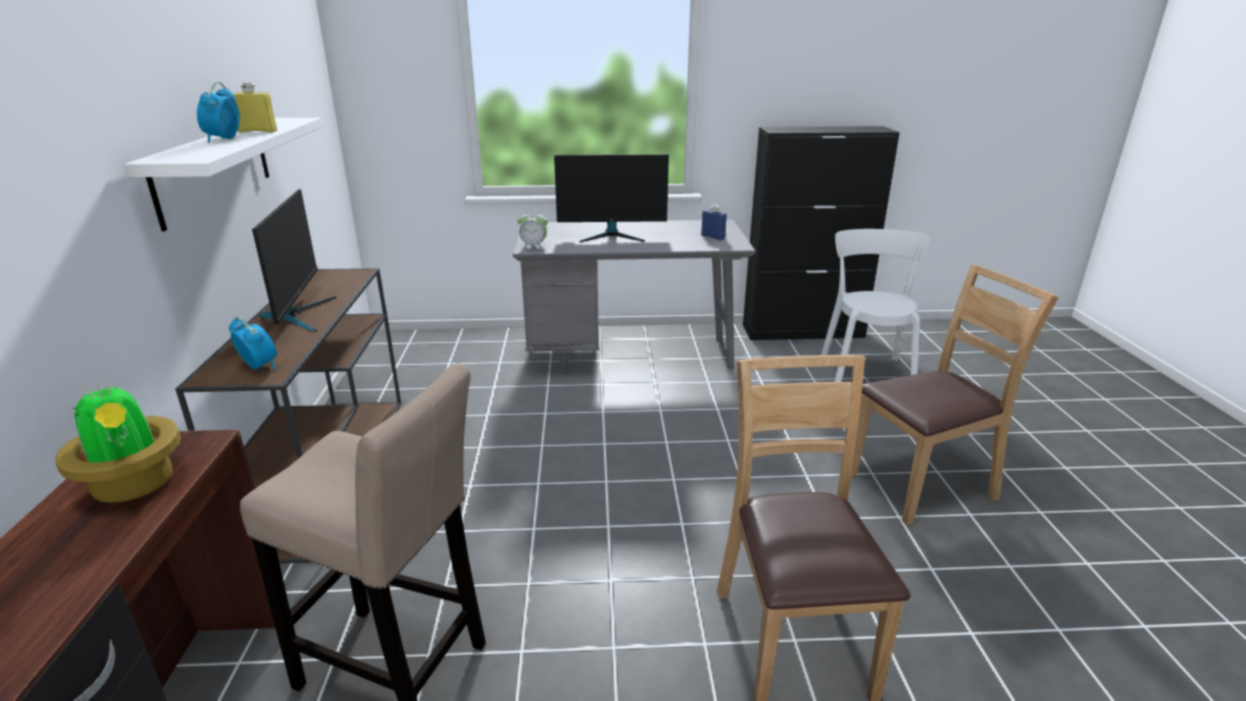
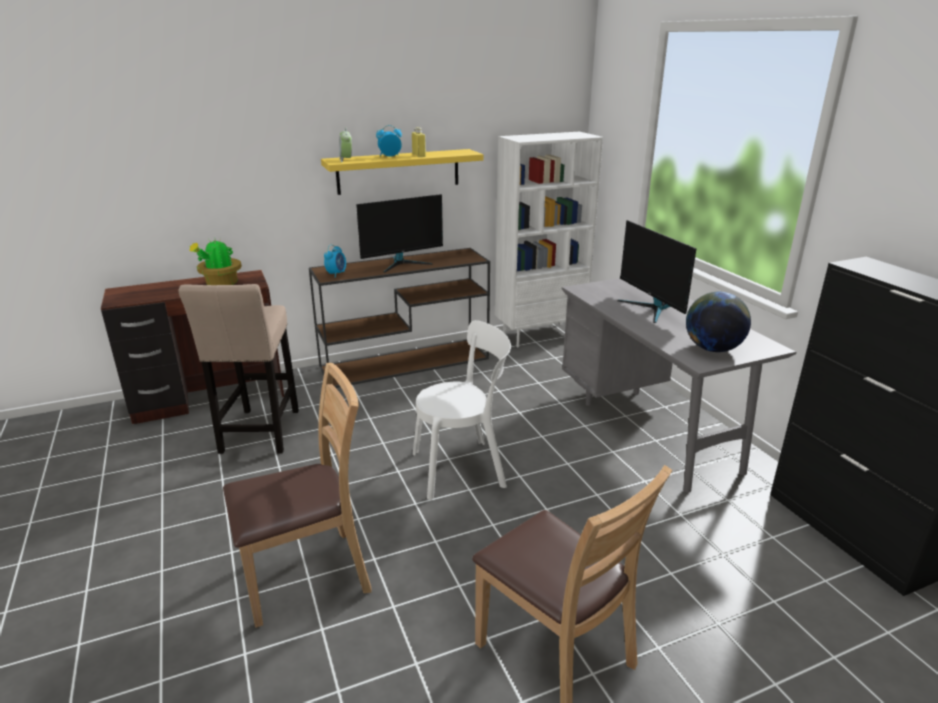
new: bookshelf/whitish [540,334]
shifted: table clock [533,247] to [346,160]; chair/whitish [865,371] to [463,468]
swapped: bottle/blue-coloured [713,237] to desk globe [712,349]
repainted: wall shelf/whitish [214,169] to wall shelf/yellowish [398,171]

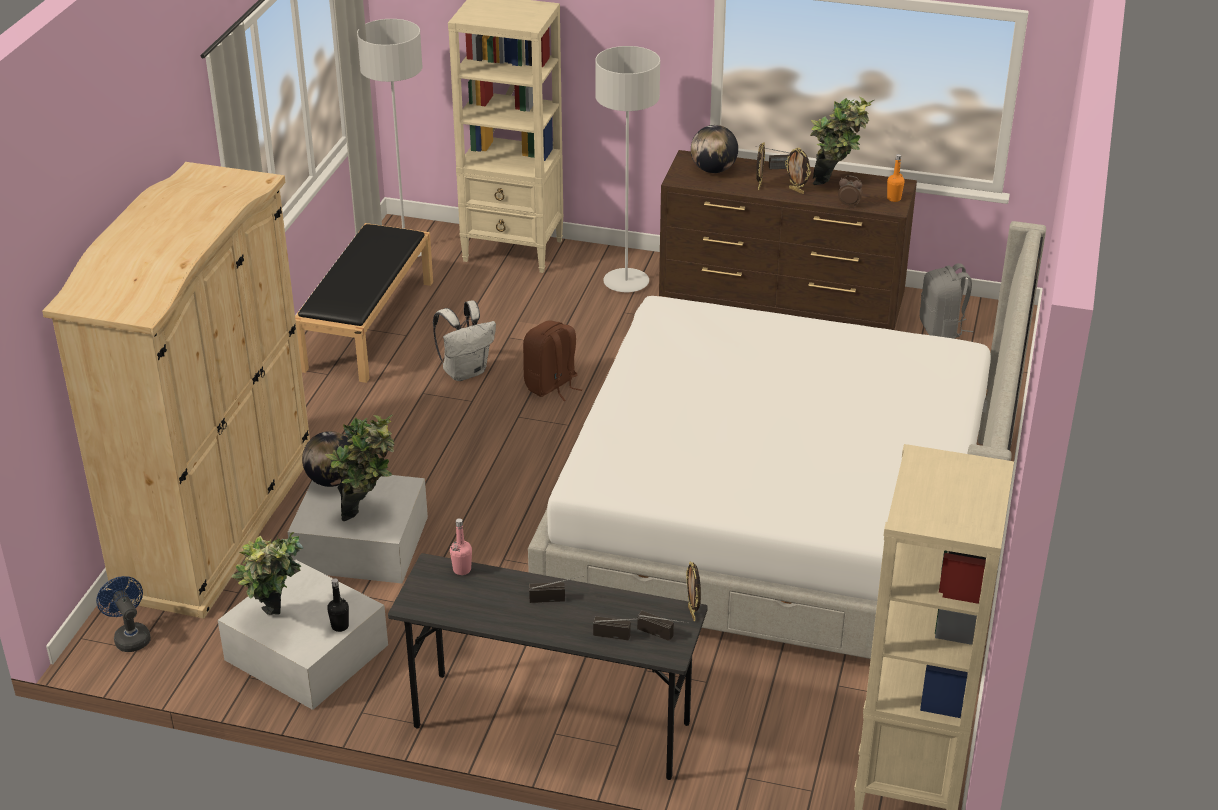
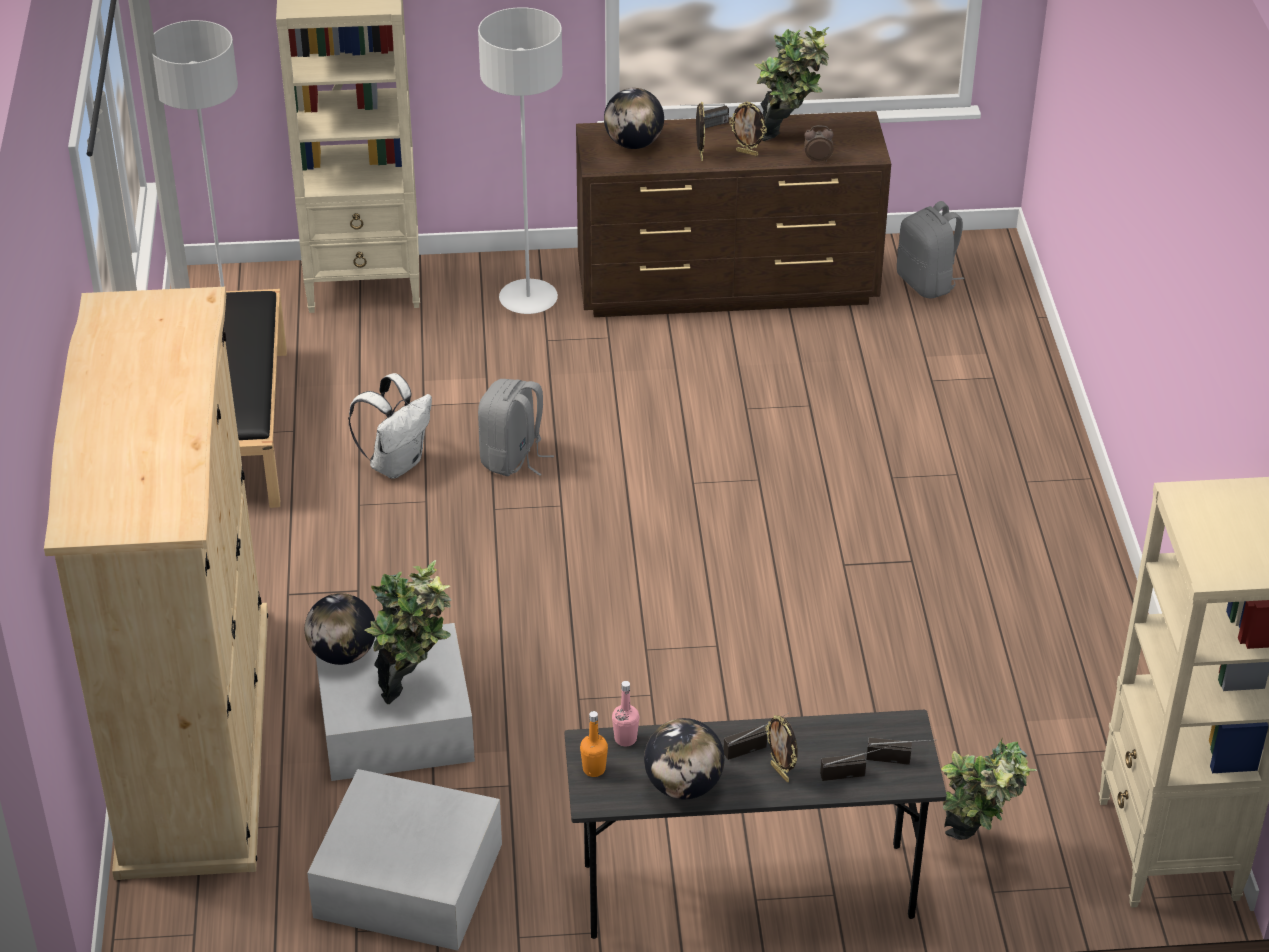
gone: cooling fan/blue-coloured [130,636]; bottle/blackish [340,626]; bedroom bed [784,523]
new: desk globe [683,786]
shifted: houseplant [275,625] to [976,850]; picture frame [692,613] to [780,772]; bottle/orangey [894,198] to [594,769]
repainted: backpack/brown [551,386] to backpack/gray [513,459]

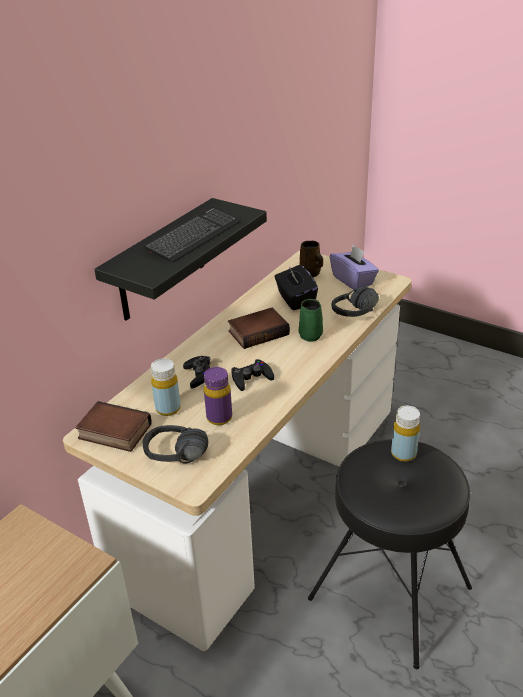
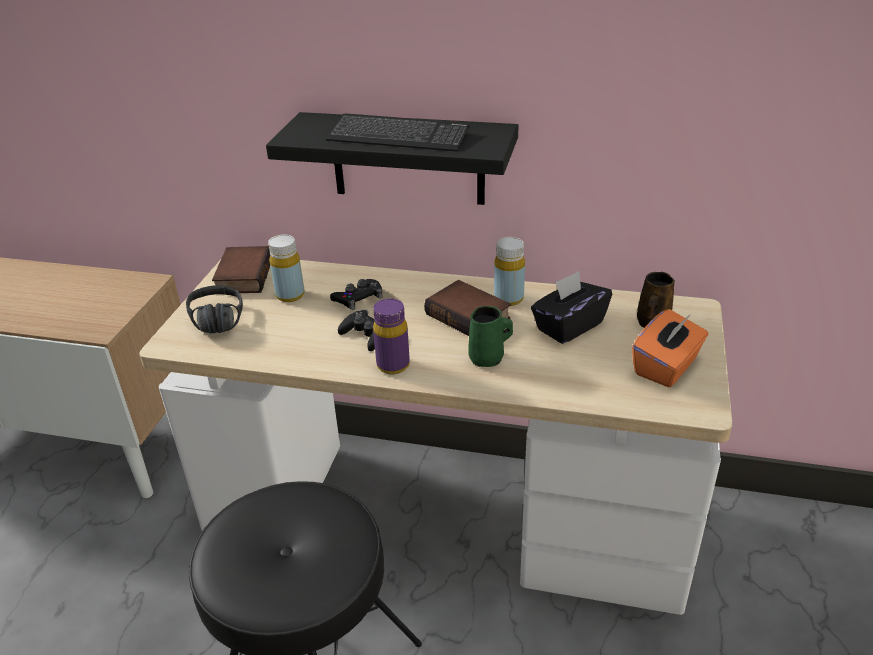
gone: pair of headphones/blackish [361,315]
shifted: bottle/purple [219,418] to [393,365]; bottle/yellowish [403,454] to [508,299]
repainted: tissue holder/purple [353,280] to tissue holder/orangey [666,367]

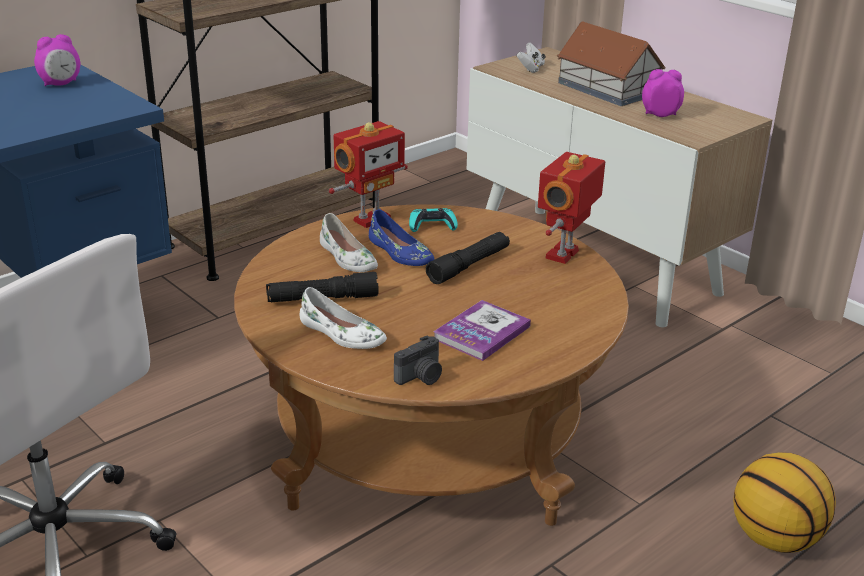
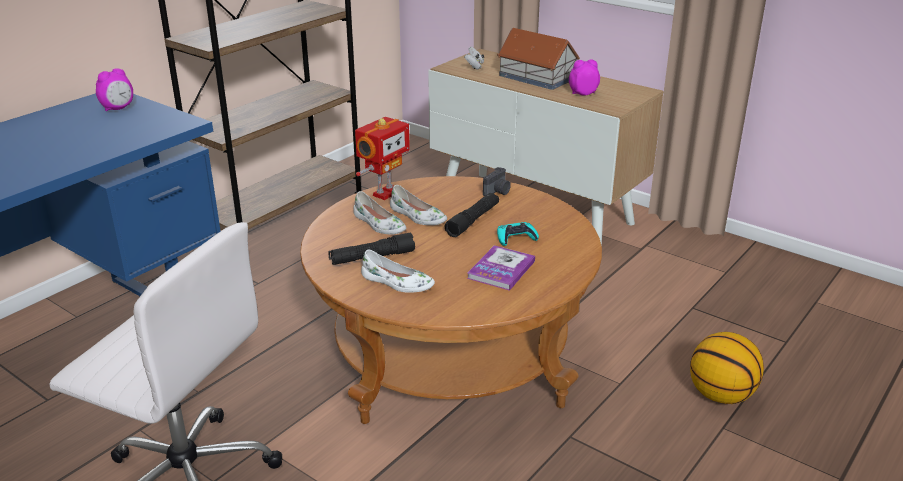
gone: model robot [564,255]
shifted: still camera [421,377] to [497,192]; gamepad/turquoise [432,225] to [516,238]
repainted: low shoe/blue-coloured [399,253] to low shoe/whitish [417,216]

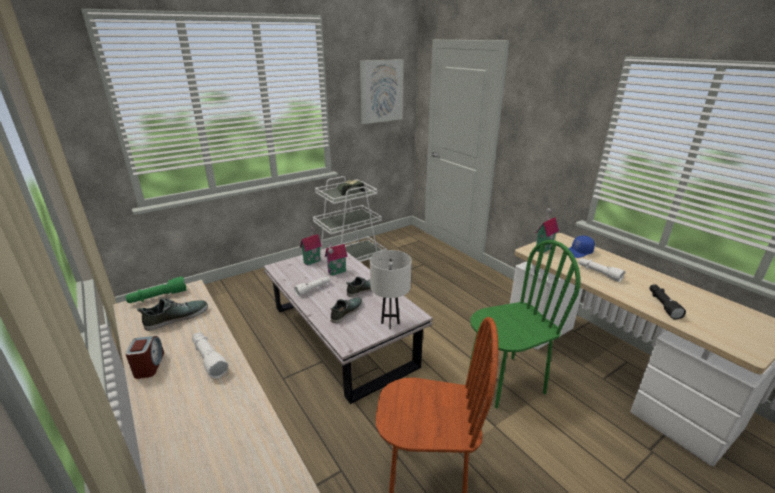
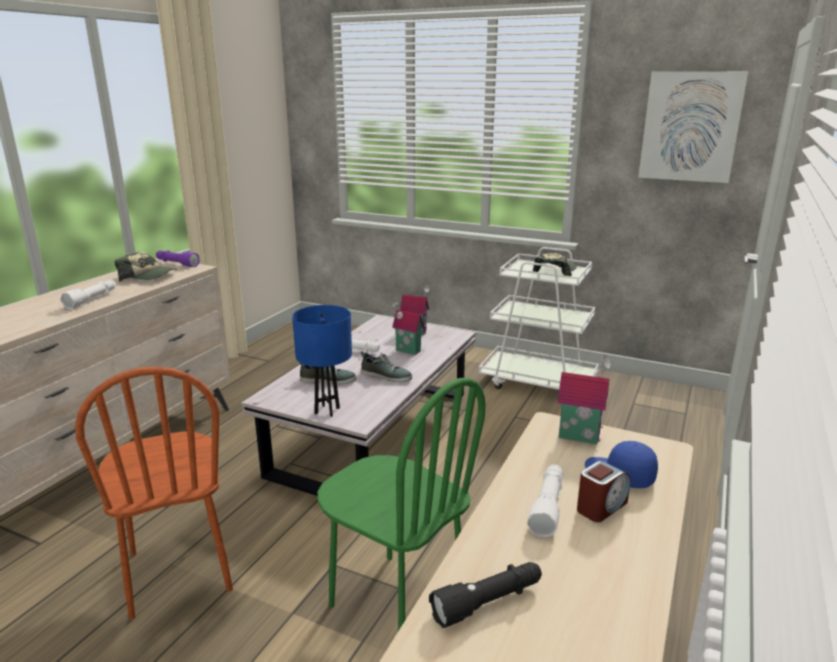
shifted: table clock [149,365] to [601,507]
swapped: low shoe [176,317] to cap [148,276]
repainted: hand torch/greenish [158,297] to hand torch/purple [177,264]; tabletop lamp/whitish [390,323] to tabletop lamp/blue-coloured [327,411]

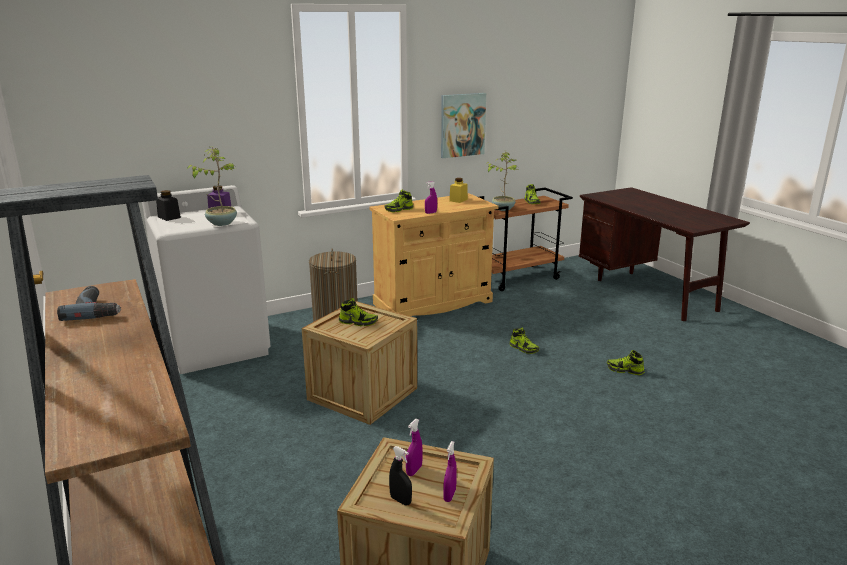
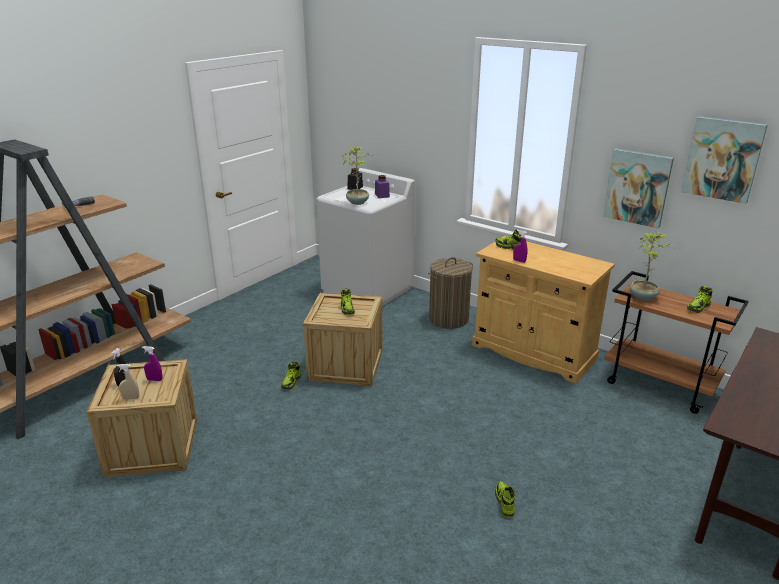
gone: jar/yellowish [458,200]
new: picture [722,159]
shifted: low shoe [524,348] to [291,382]
repainted: spray bottle/purple [449,495] to spray bottle/sand-coloured [131,398]

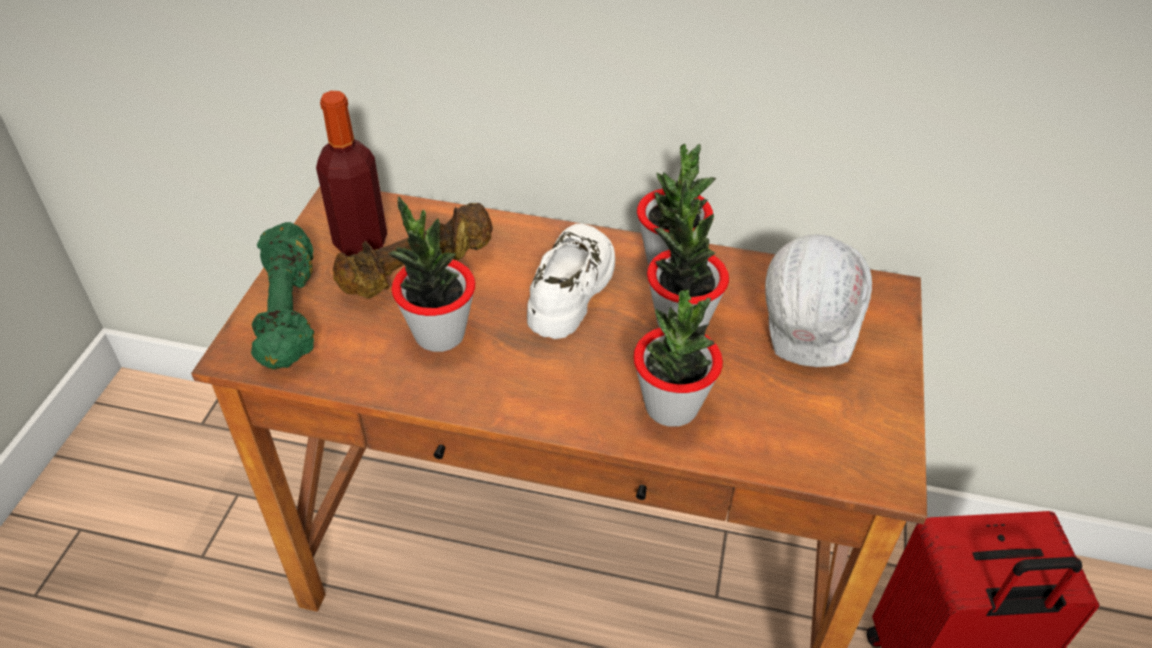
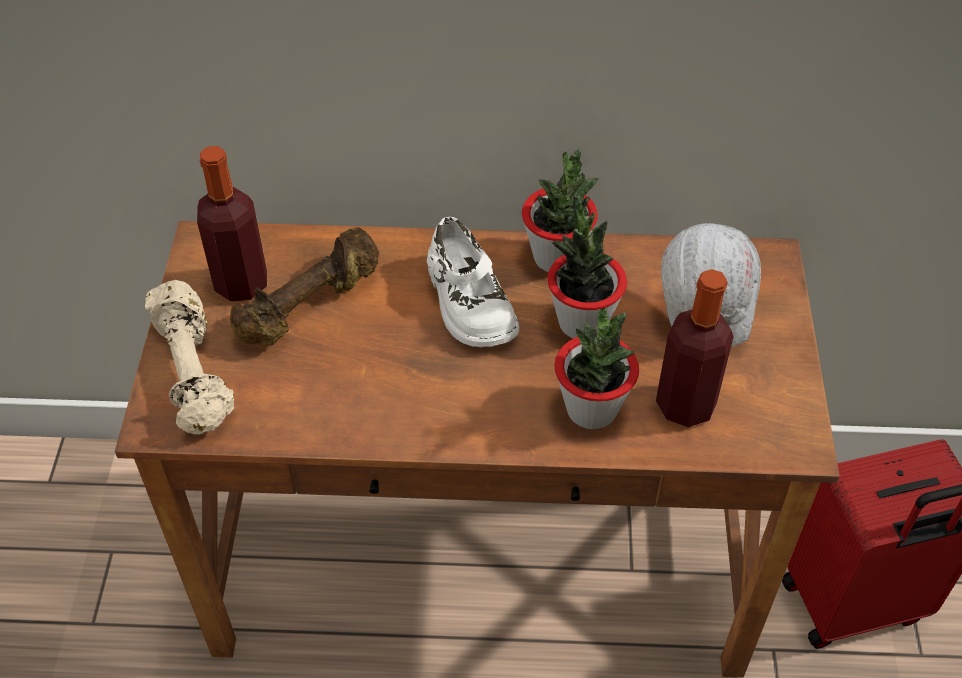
gone: houseplant [439,334]
new: bottle [685,405]
repainted: hand weight/greenish [291,314] to hand weight/sand-coloured [195,373]
rotated: low shoe/whitish [572,288] = [468,302] 150 degrees clockwise

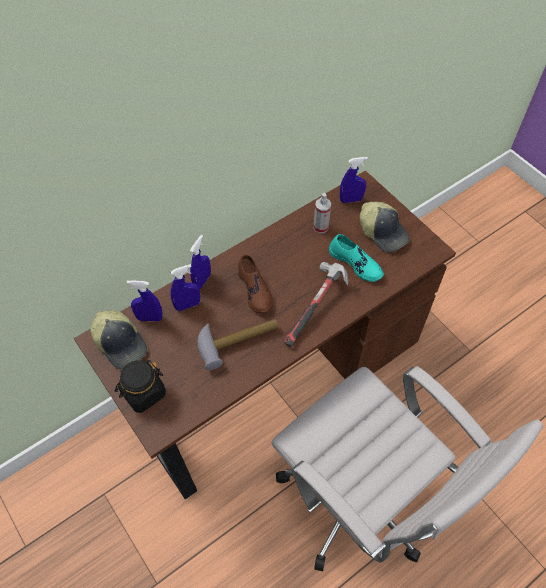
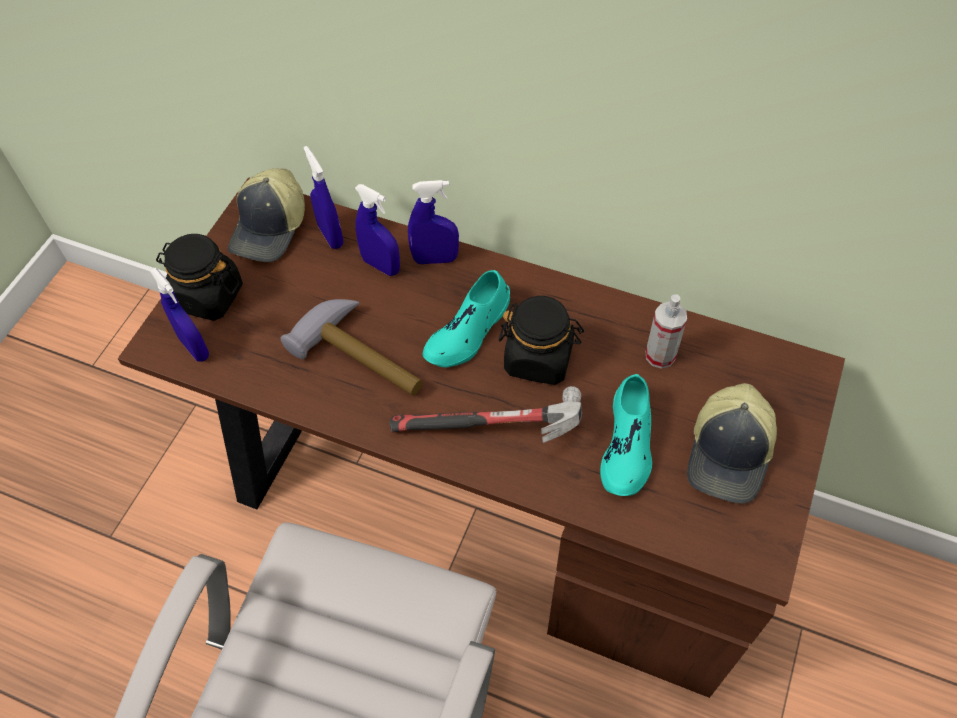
new: jar/blackish [539,358]
shifted: spray bottle/blue-coloured [351,200] to [194,348]
repainted: low shoe/brown [255,289] to low shoe/turquoise [468,331]

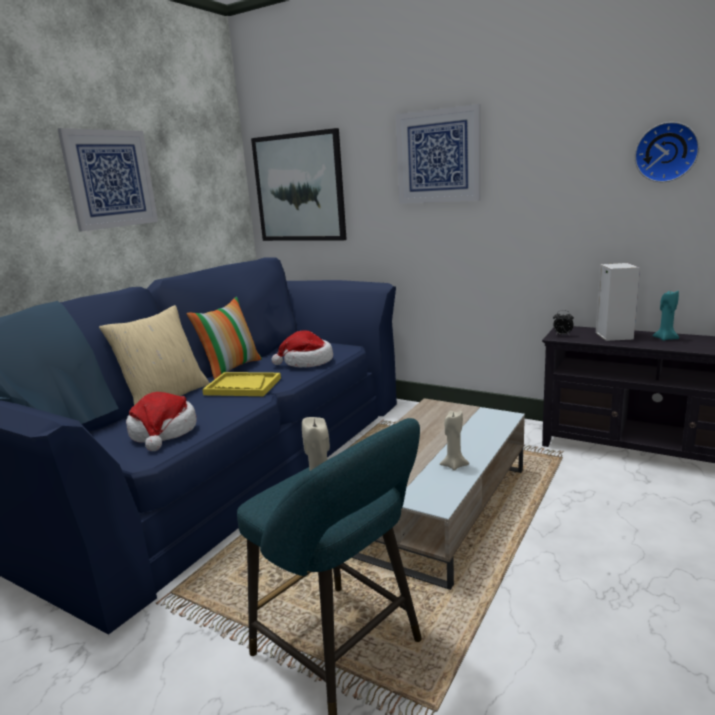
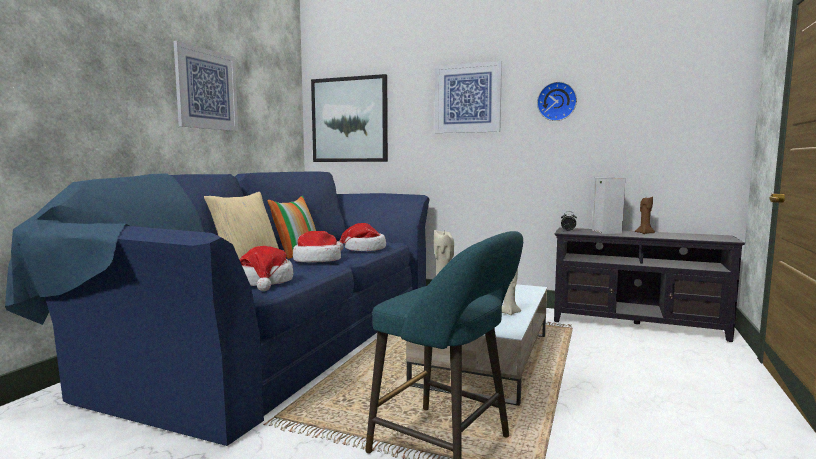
shifted: wall clock [666,152] to [557,101]
swapped: carrying tray/yellowish [243,386] to wearable hat [317,260]
repainted: candle/turquoise [665,338] to candle/brown [644,233]

